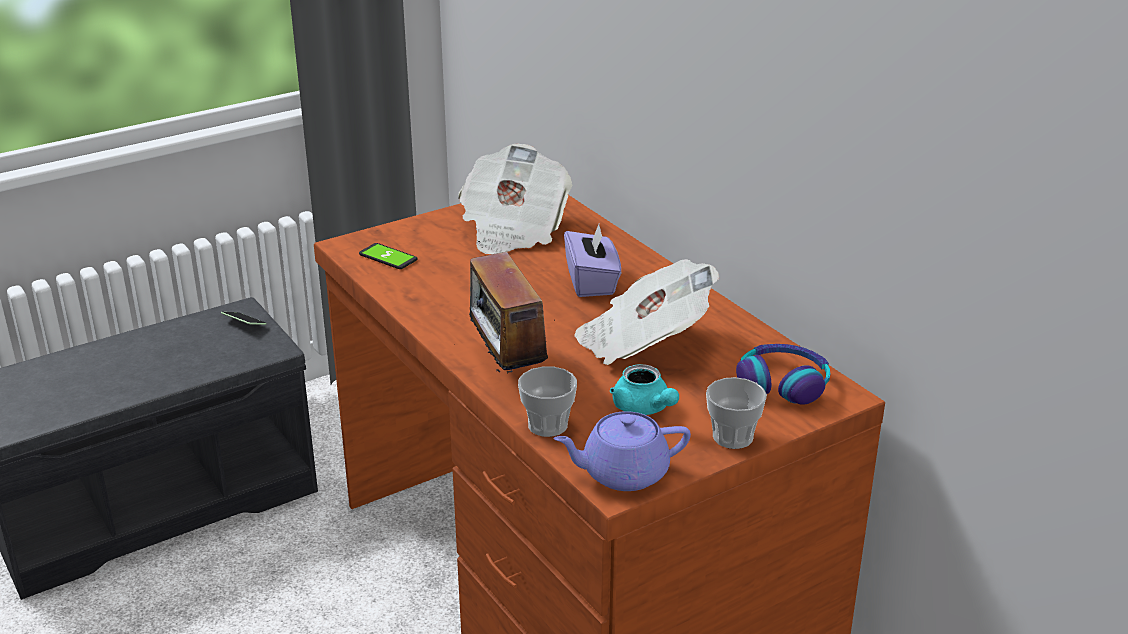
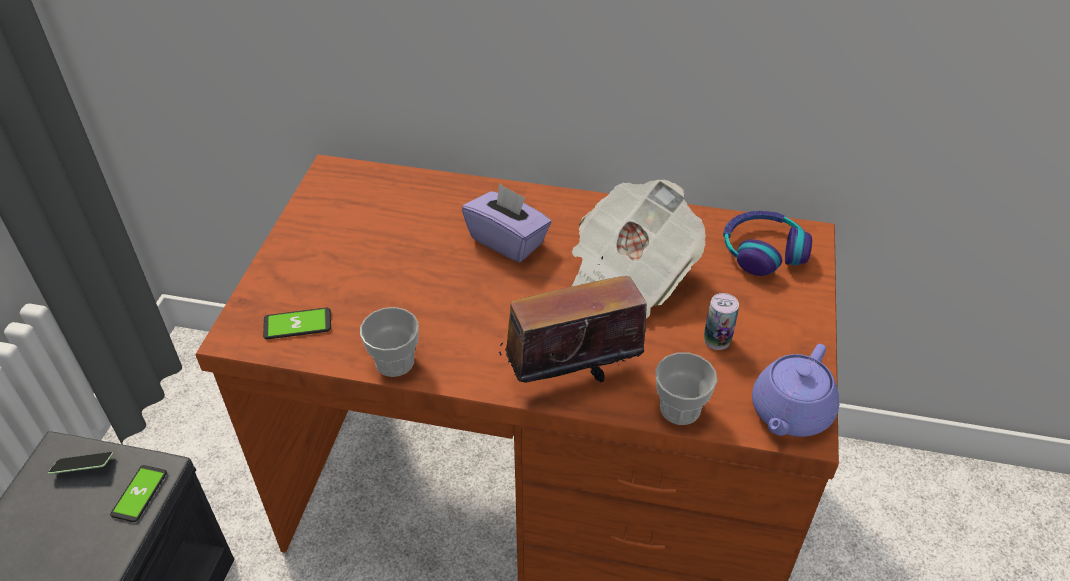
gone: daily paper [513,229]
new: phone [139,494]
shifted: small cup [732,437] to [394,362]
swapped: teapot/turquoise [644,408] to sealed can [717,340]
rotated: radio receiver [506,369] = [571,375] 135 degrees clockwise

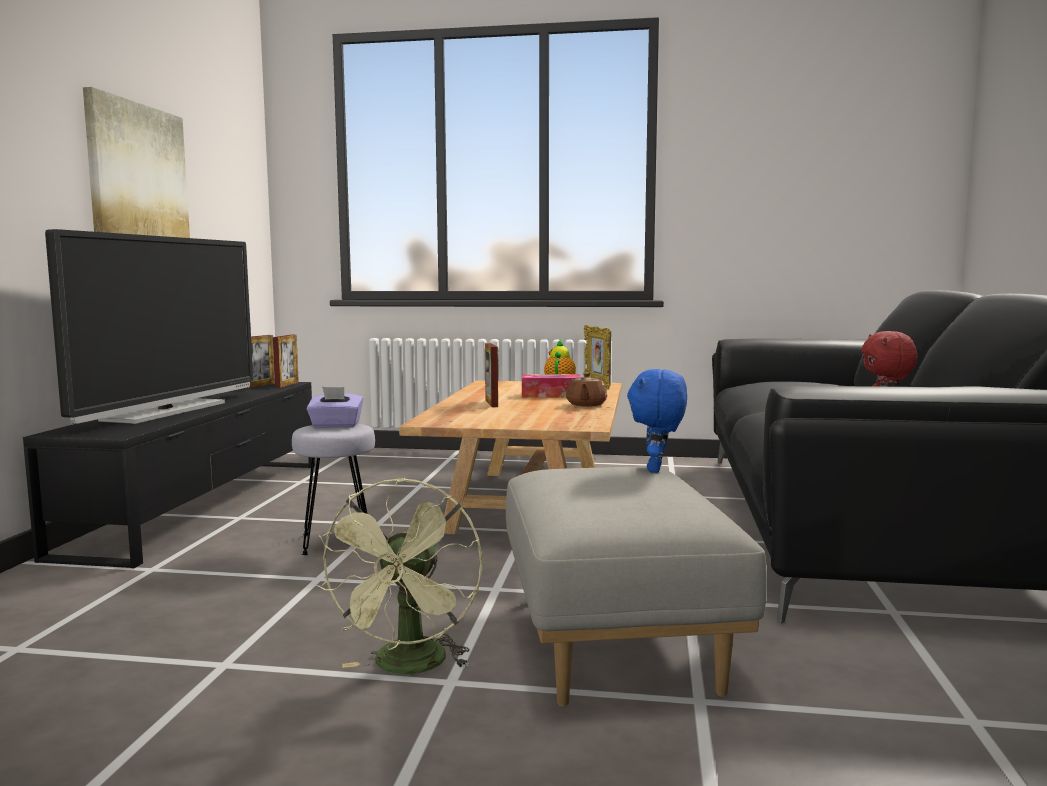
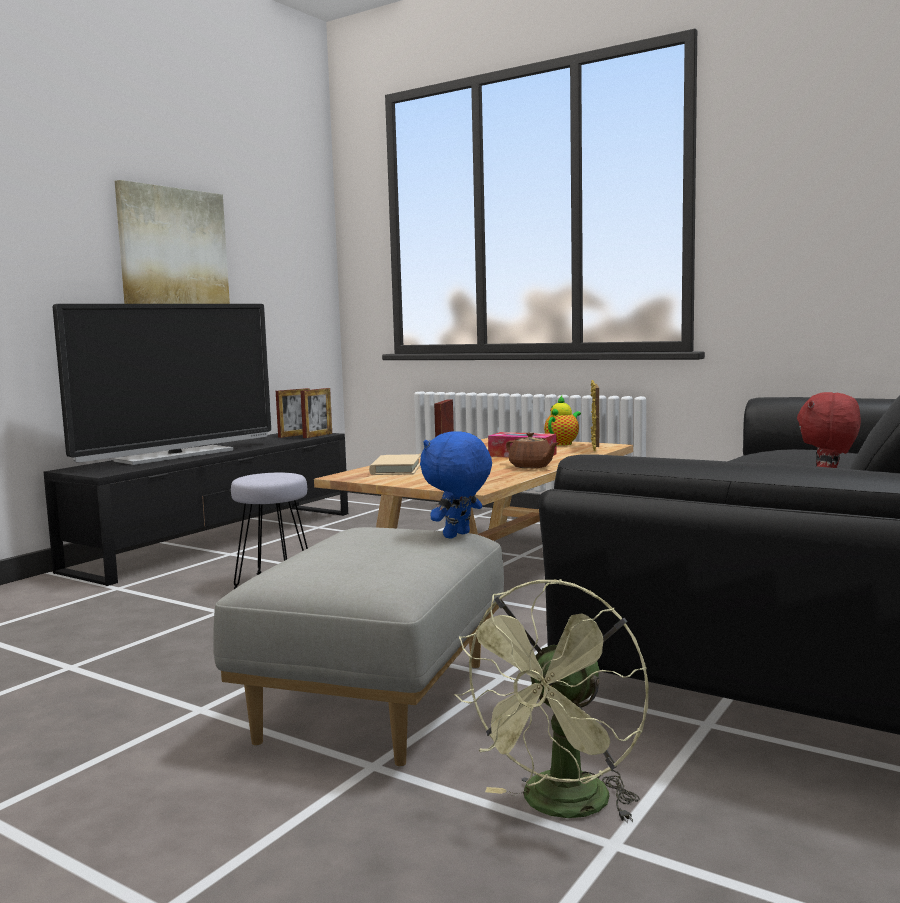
gone: tissue holder/purple [336,425]
new: volume/sand-coloured [396,469]
shifted: cooling fan/greenish [409,667] to [560,808]
rotated: teapot/brown [586,405] = [531,466] 75 degrees counterclockwise

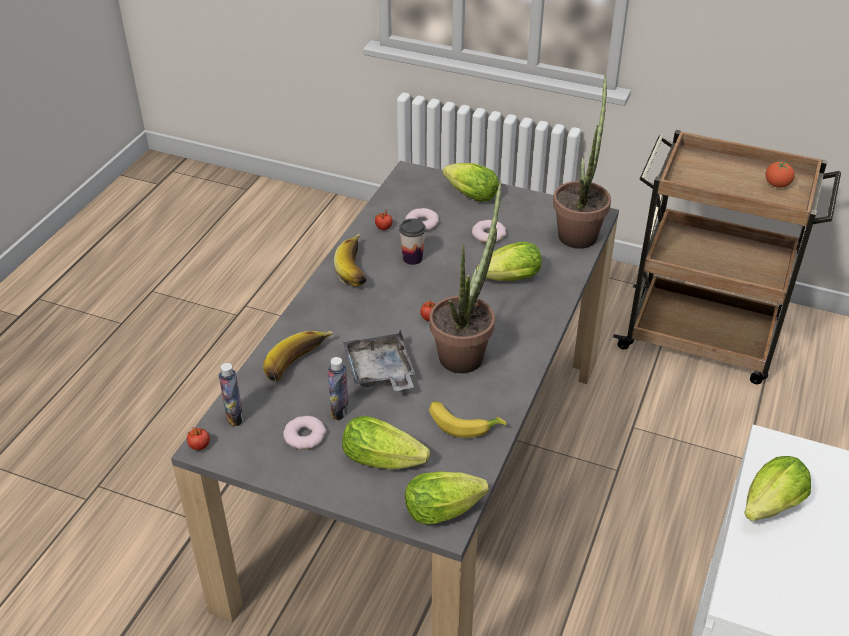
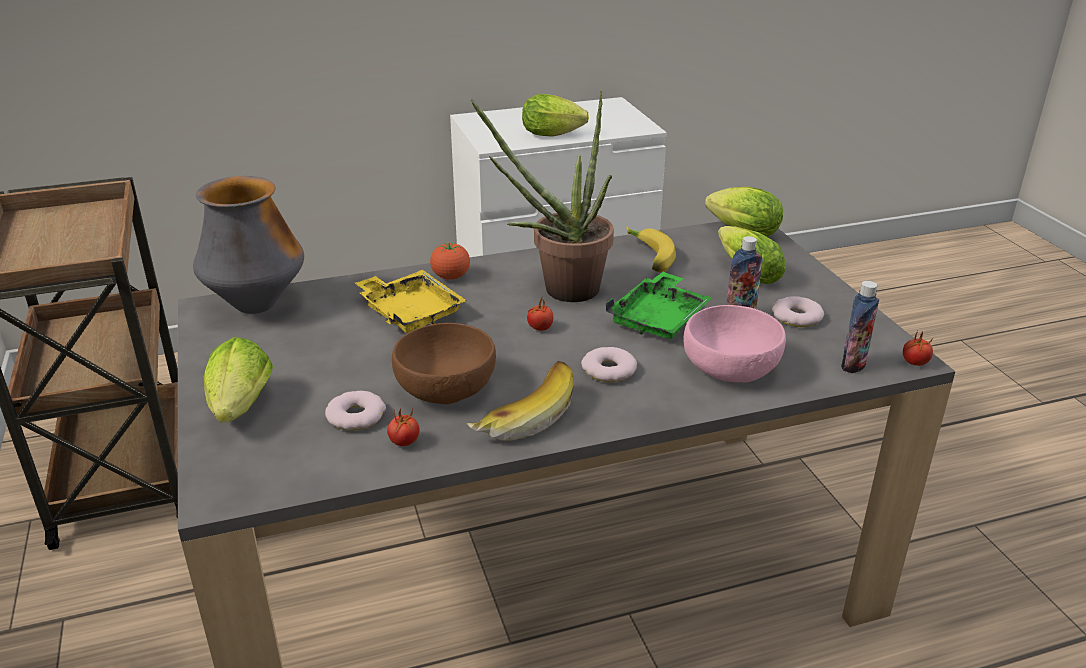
shifted: doughnut [488,235] to [608,370]; whole tomato [777,185] to [451,277]
swapped: whole banana [299,365] to bowl/pinkish [731,367]; small cup [412,258] to bowl/brown [447,387]; lettuce [507,280] to carrying tray/yellowish [410,312]; houseplant [579,231] to flower vase [257,305]
repainted: carrying tray/gray [380,372] to carrying tray/greenish [659,319]

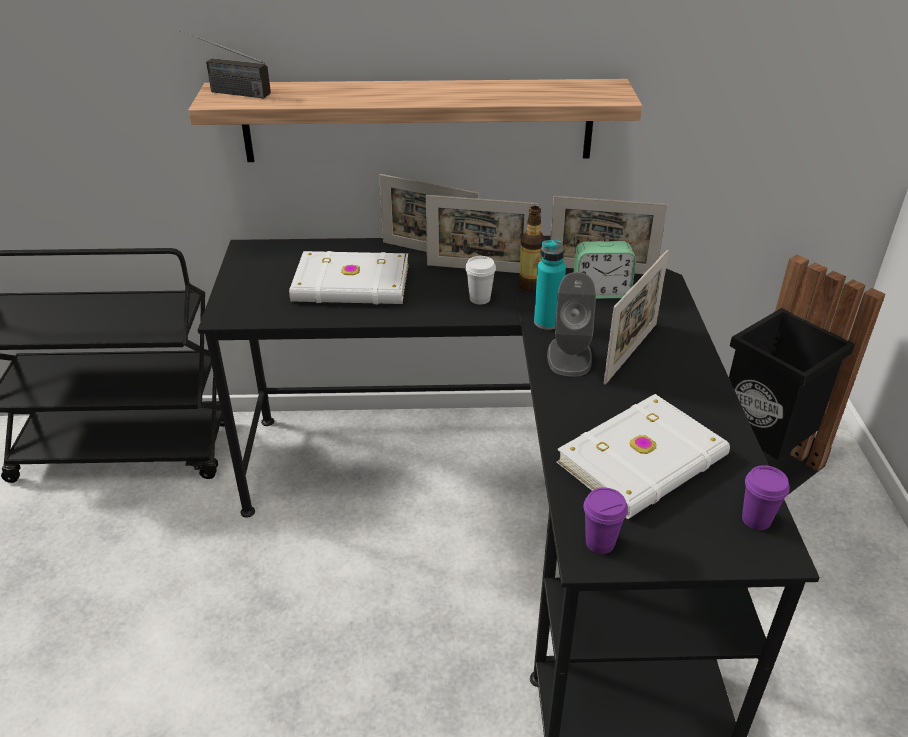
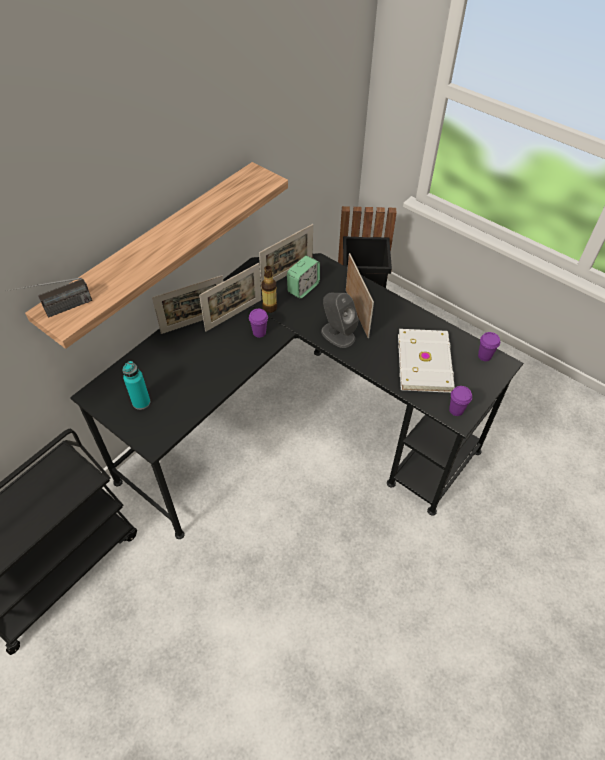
gone: volume/whitish [352,285]
shifted: bottle/turquoise [547,322] to [141,402]
repainted: small cup/whitish [480,299] to small cup/purple [259,332]

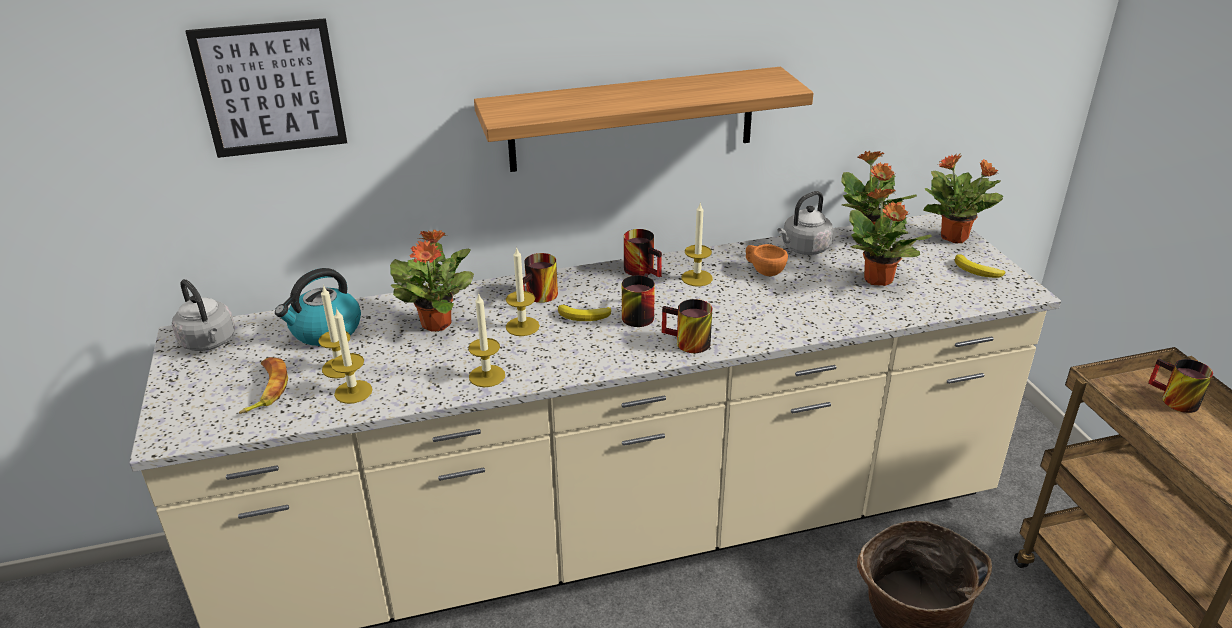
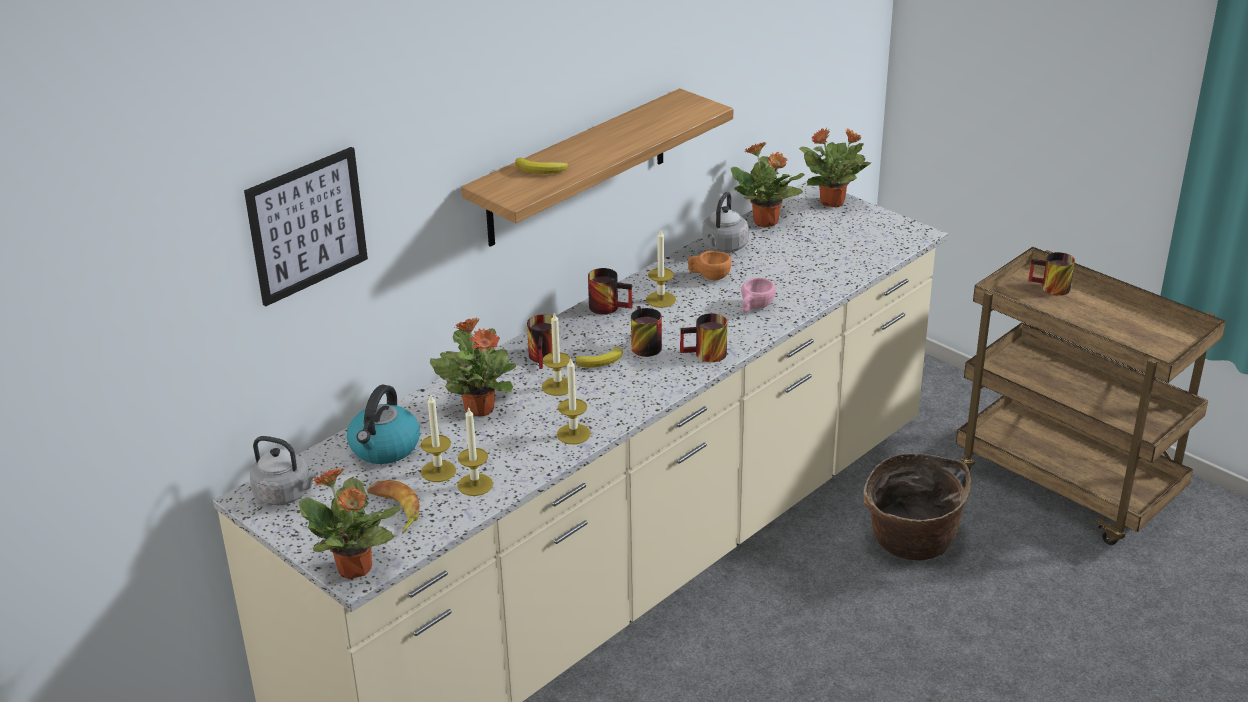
new: small cup/pinkish [755,307]
shifted: houseplant [878,280] to [355,569]; whole banana [977,271] to [541,170]

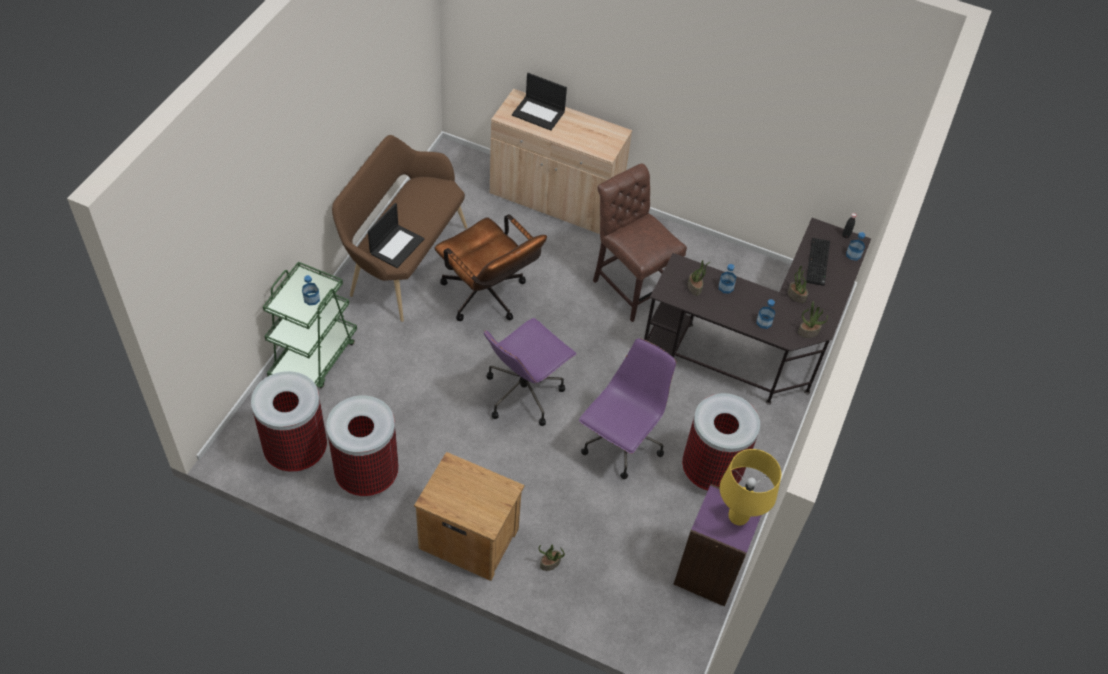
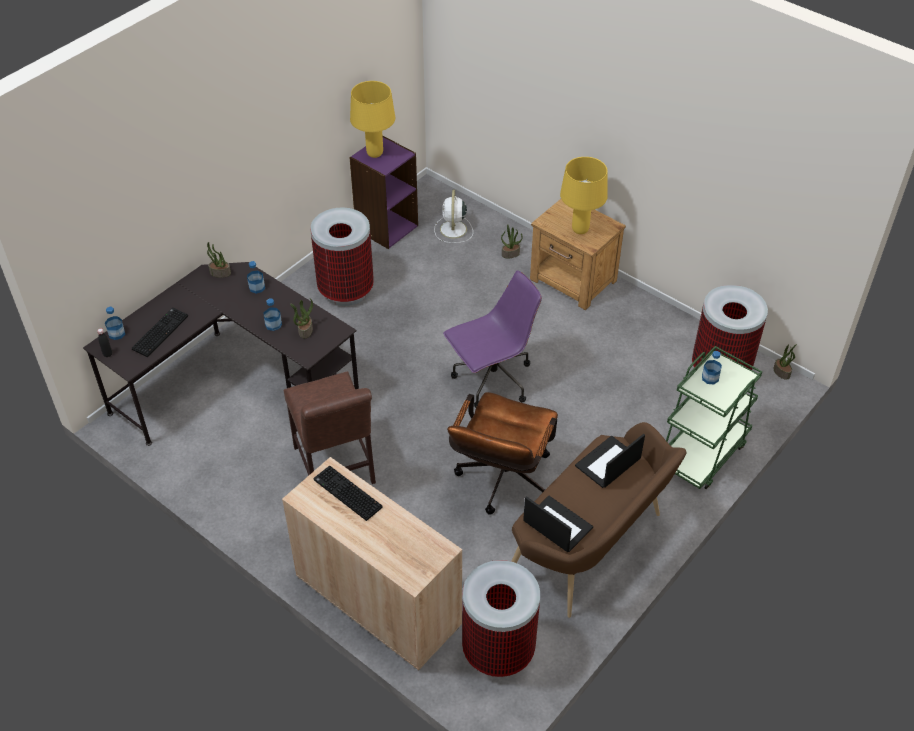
gone: office chair/purple [621,444]
new: PC keyboard [346,494]; cooling fan/whitish [453,230]; tabletop lamp/yellowish [579,230]
shifted: trash can [366,474] to [498,650]; laptop [539,113] to [556,524]; houseplant [796,296] to [782,372]
rotated: office chair/brown [488,298] = [501,483] 135 degrees counterclockwise

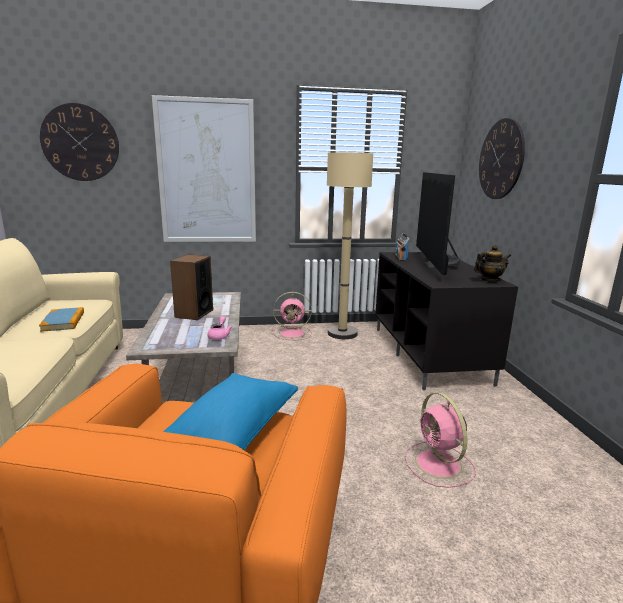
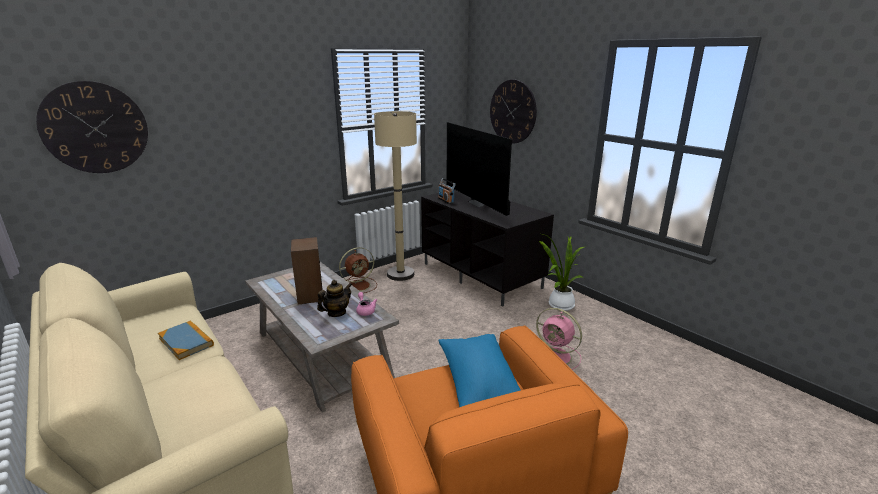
gone: picture [207,172]
new: houseplant [558,305]
shifted: teapot [489,280] to [336,313]
repainted: cooling fan/pinkish [293,333] to cooling fan/brown [359,285]

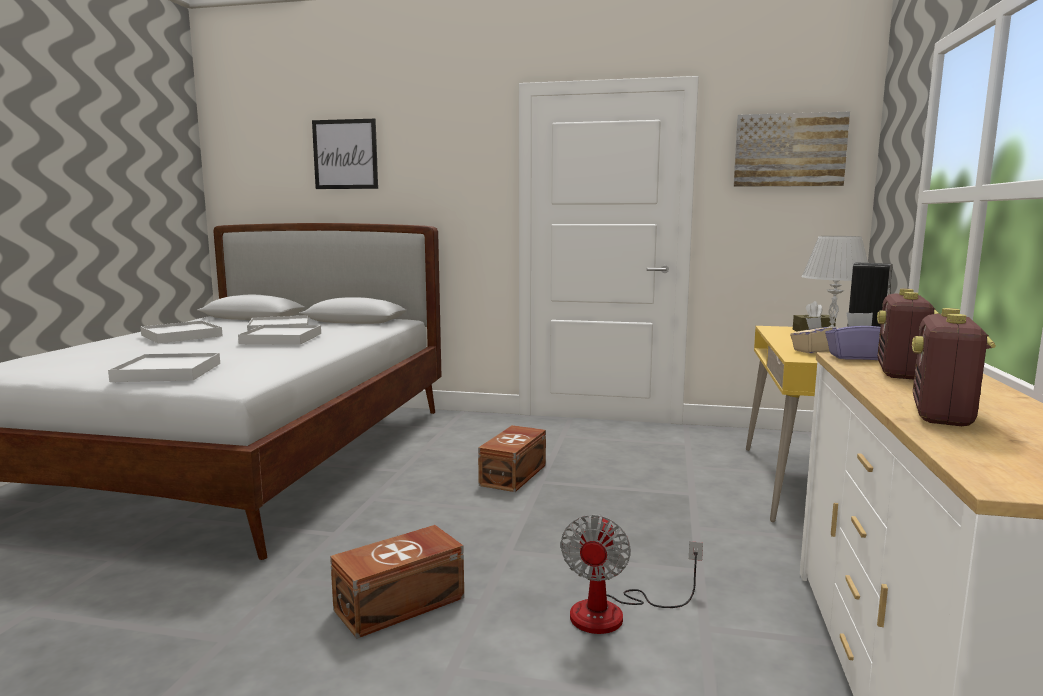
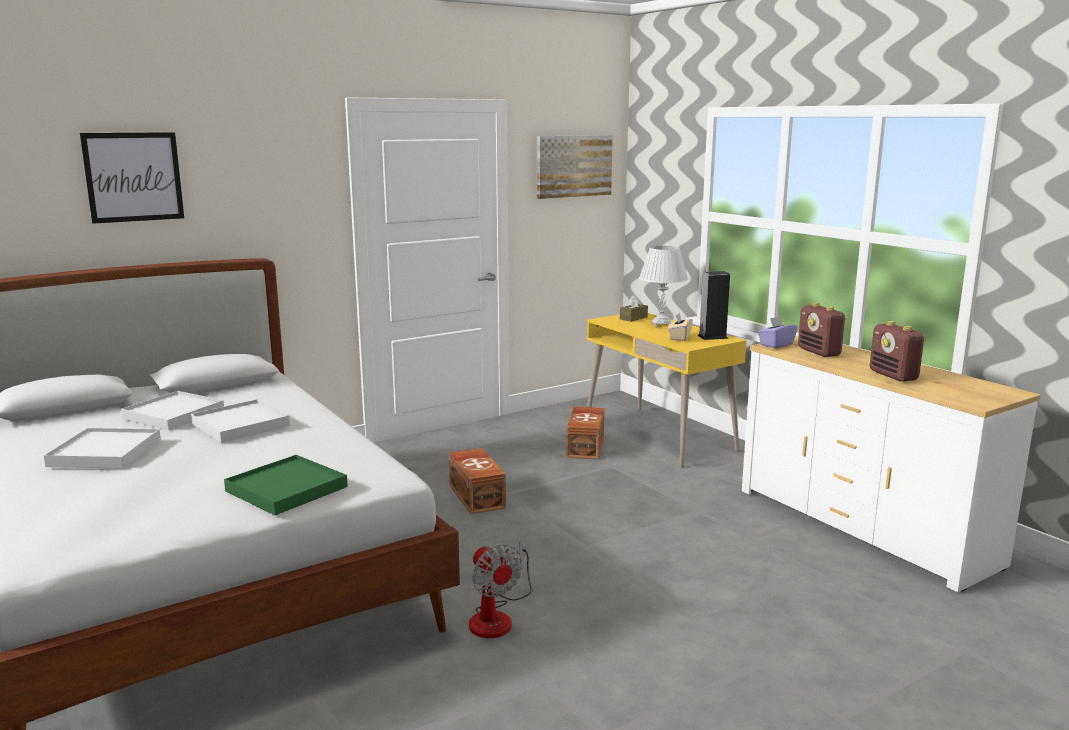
shifted: storage box/brown [402,604] to [586,446]; cooling fan [614,613] to [497,617]
repainted: carrying tray/whitish [168,372] to carrying tray/greenish [286,489]

